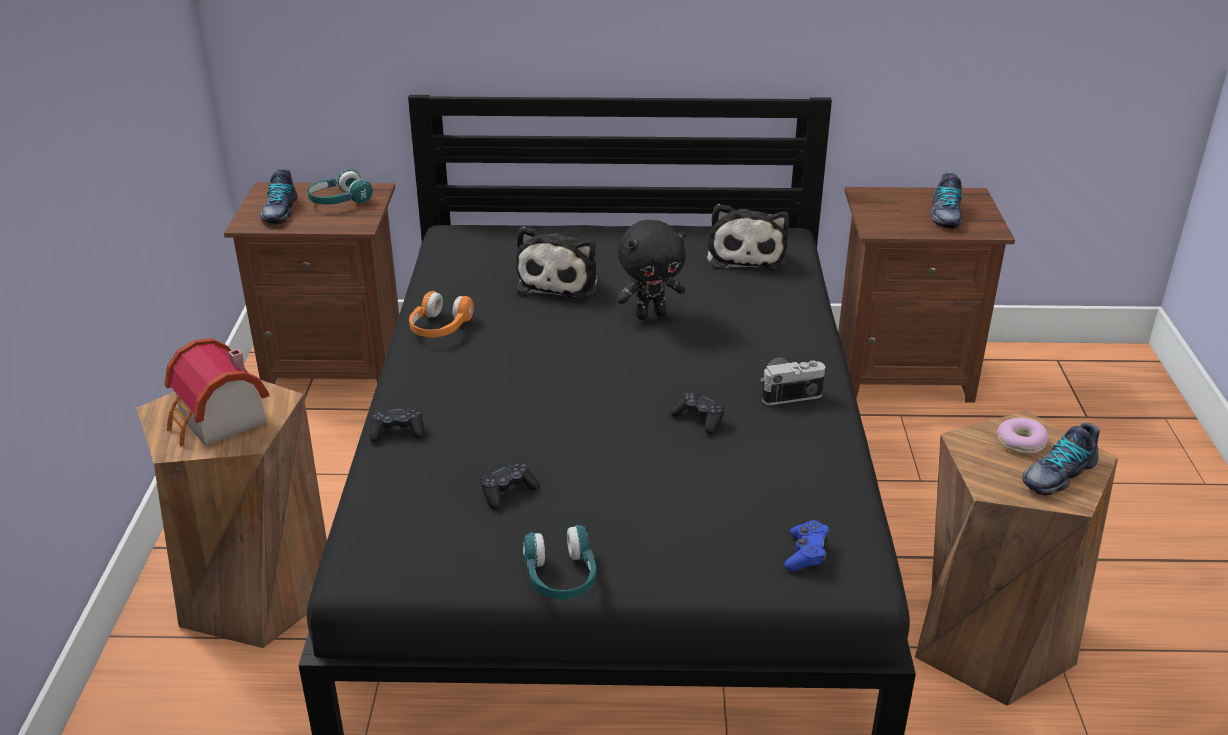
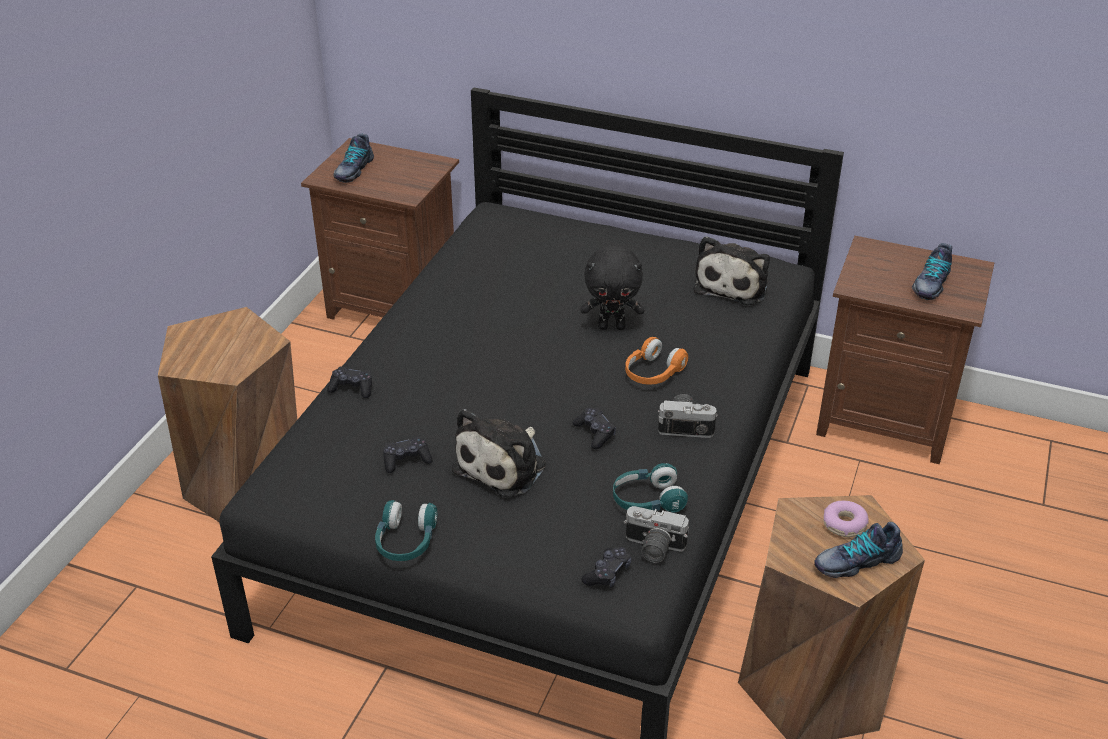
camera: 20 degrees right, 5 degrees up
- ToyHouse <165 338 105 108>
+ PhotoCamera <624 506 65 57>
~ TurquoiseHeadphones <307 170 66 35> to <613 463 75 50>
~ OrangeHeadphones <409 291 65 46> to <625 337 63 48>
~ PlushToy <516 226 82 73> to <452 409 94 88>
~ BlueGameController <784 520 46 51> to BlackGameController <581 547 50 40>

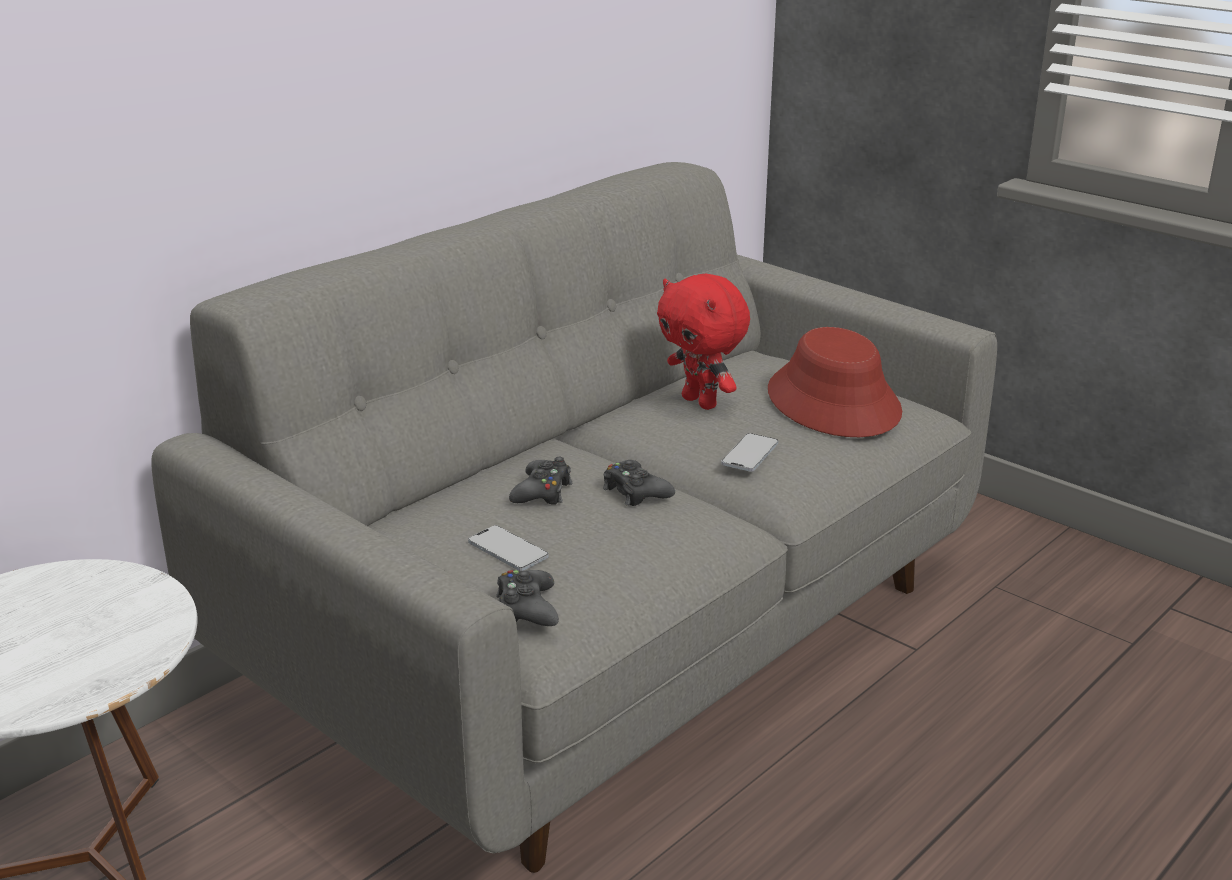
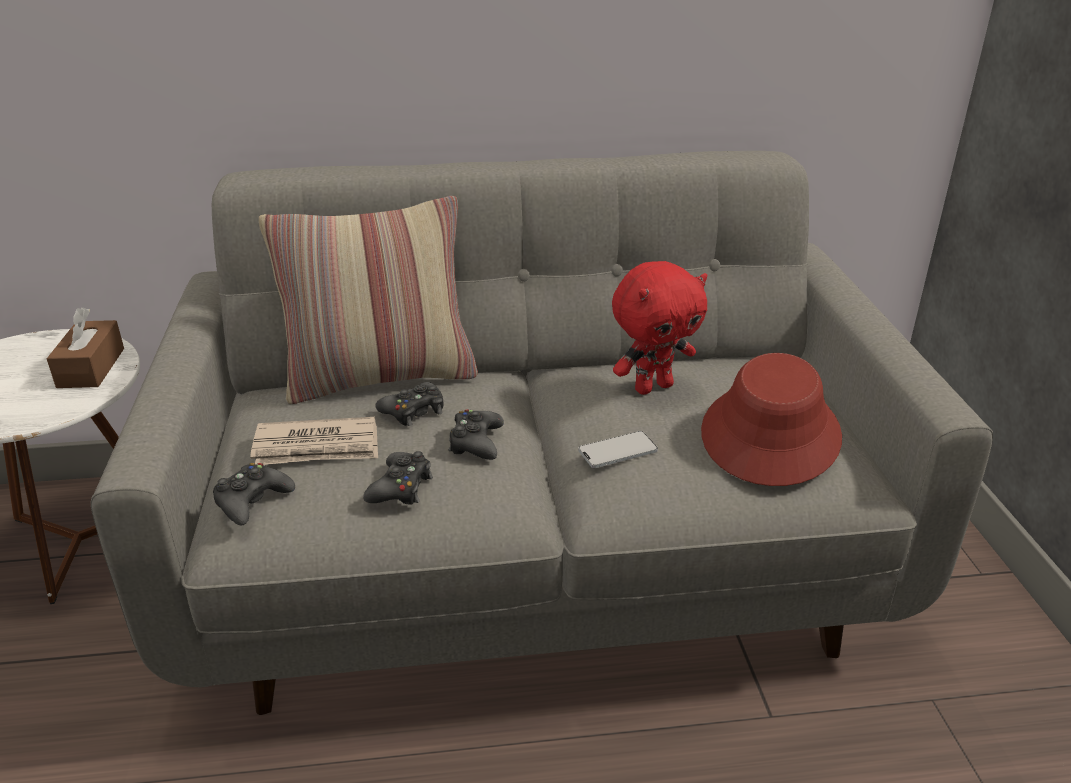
camera: 40 degrees right, 5 degrees up
+ BrownTissueBox <47 307 77 81>
+ Pillow <259 196 219 208>
+ BlackGameController <363 451 70 54>
~ Phone <468 525 81 46> to Newspaper <250 417 128 48>
~ RedPlushToy <657 274 93 136> = <612 261 95 134> 120 degrees counterclockwise

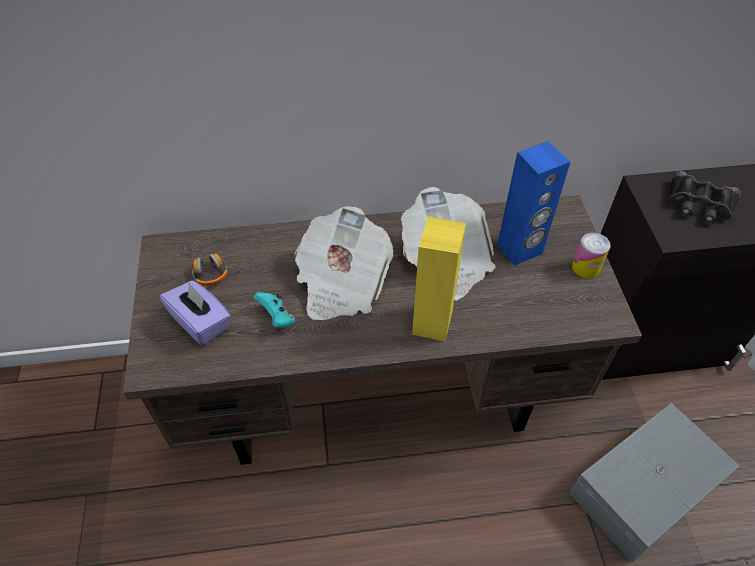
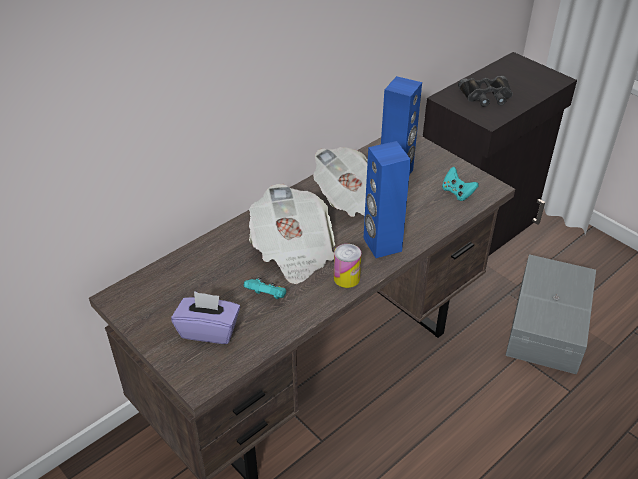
camera: 35 degrees left, 10 degrees down
- Headphones <179 234 49 52>
+ TurquoiseGameController <442 167 37 34>
~ Can <572 233 39 46> to <334 244 27 44>
~ YellowSpeaker <412 216 54 126> to BlueSpeaker <363 141 48 117>

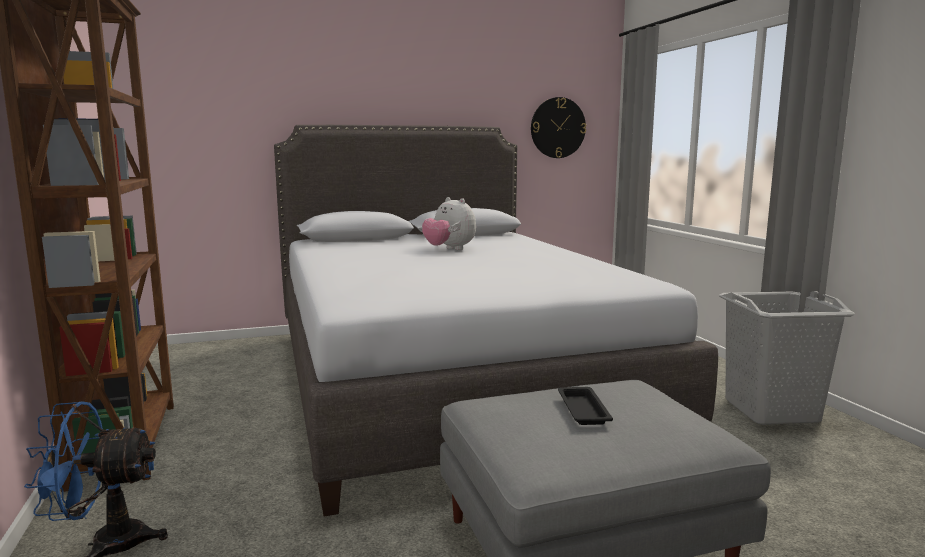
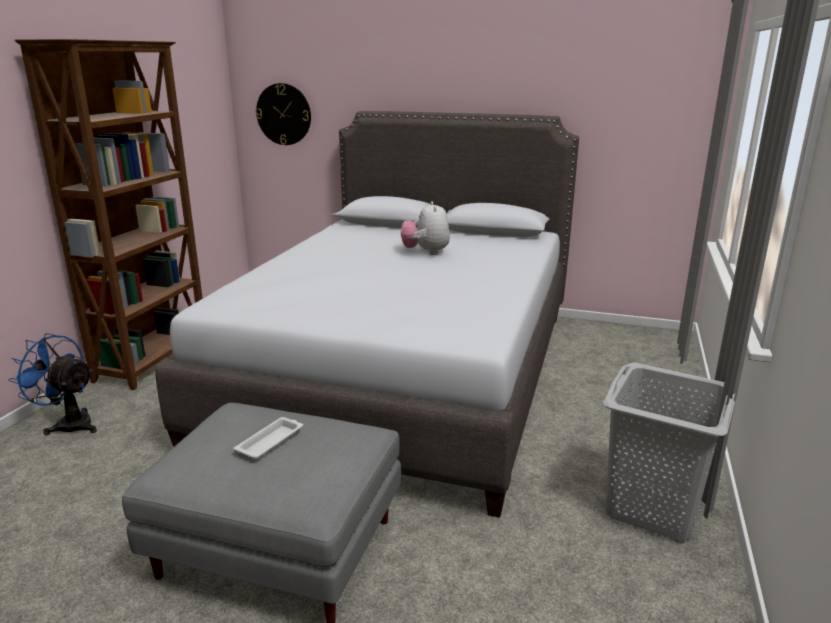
camera: 35 degrees right, 10 degrees up
~ WallClock <531 97 55 61> to <256 83 55 62>
~ BlackTray <558 387 55 38> to WhiteTray <233 417 70 42>

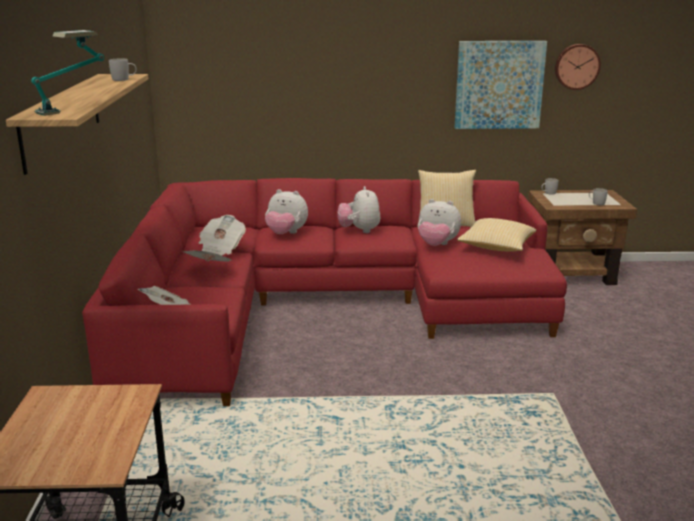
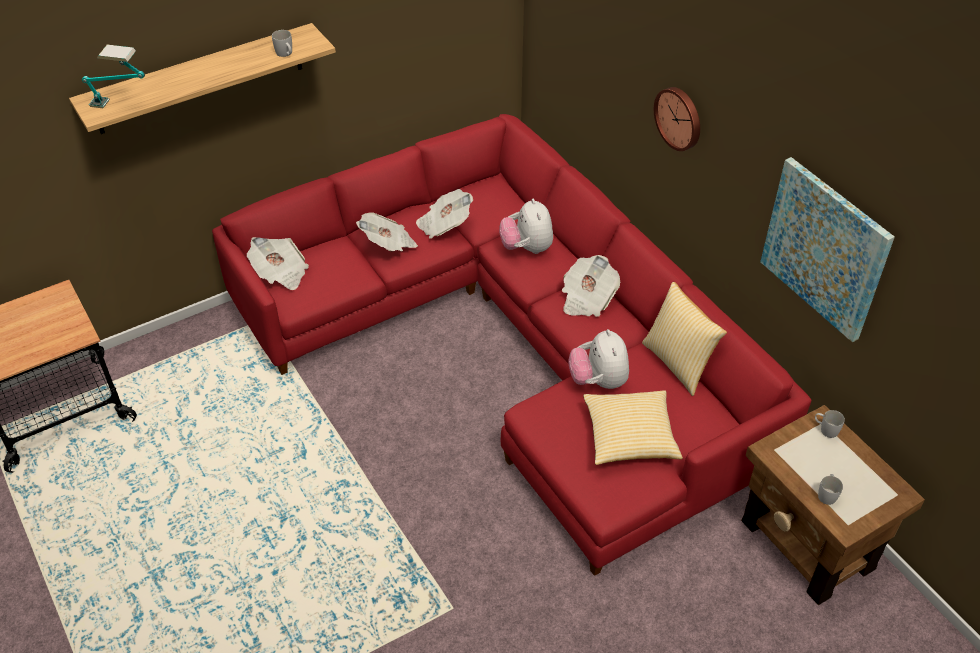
camera: 60 degrees right, 25 degrees up
~ WallClock <555 44 46 46> to <654 87 46 64>
~ PlushToy <337 186 43 47> to Newspaper <562 255 58 62>

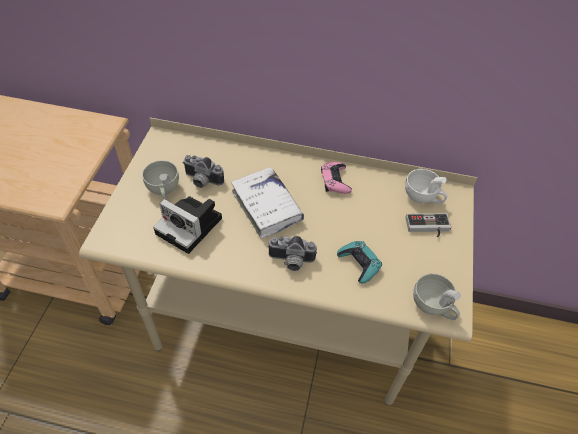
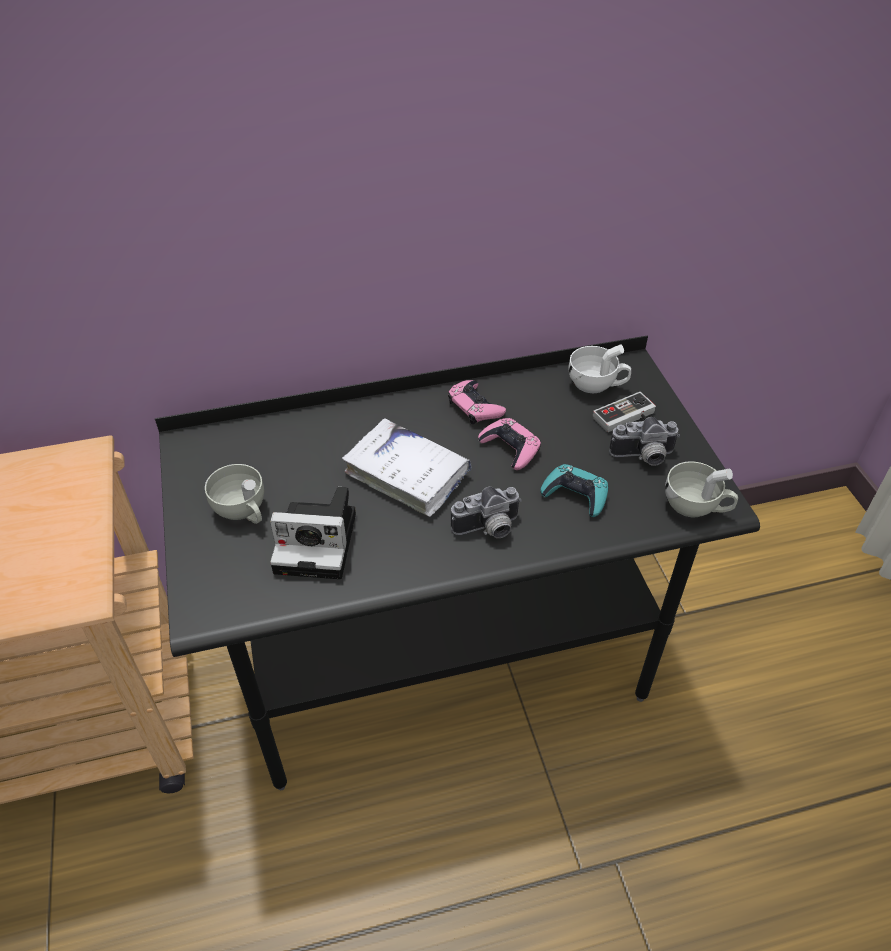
camera: 25 degrees left, 5 degrees down
+ PinkGameController <478 418 63 52>
~ PhotoCamera <183 155 41 33> to <609 417 71 49>
~ BeigeDesk <79 118 398 287> to BlackDesk <155 335 605 455>

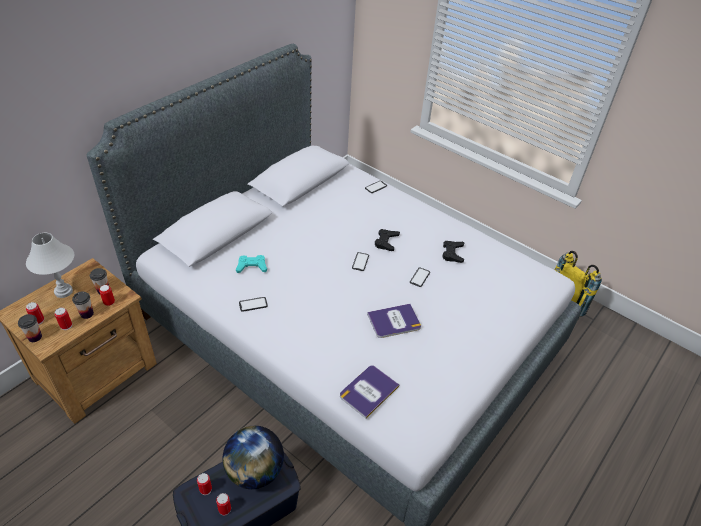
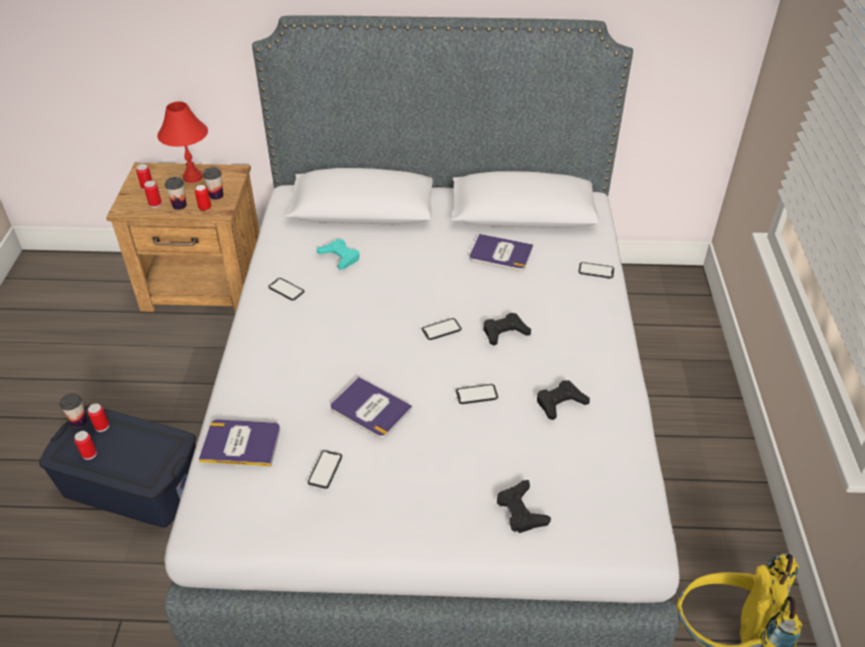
camera: 55 degrees right, 0 degrees up
- Globe <223 426 61 63>
+ Phone <308 450 34 39>
+ Book <469 234 64 37>
+ BlackGameController <497 480 54 53>
~ Cup <18 314 24 28> to <59 393 28 35>
~ WhiteTableLamp <26 233 48 65> to RedTableLamp <157 101 51 82>

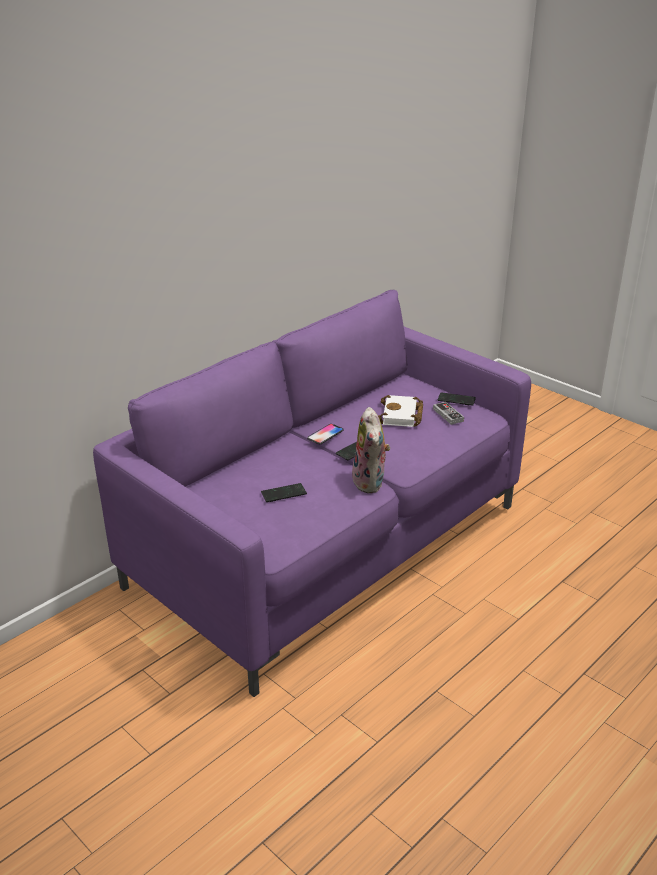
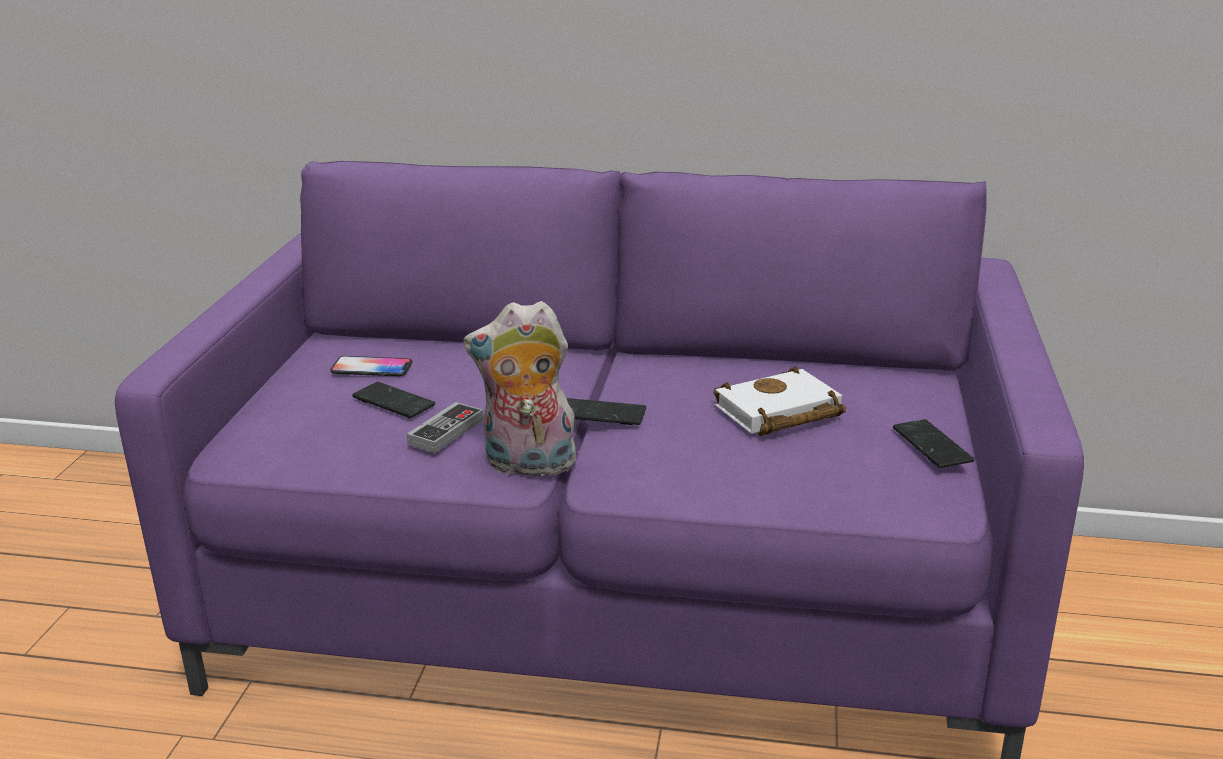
camera: 55 degrees right, 5 degrees down
~ Phone <307 424 37 20> to <330 356 82 20>
~ GameController <433 402 31 23> to <407 402 77 51>
~ PlushToy <352 407 39 86> = <463 301 116 175> 45 degrees clockwise

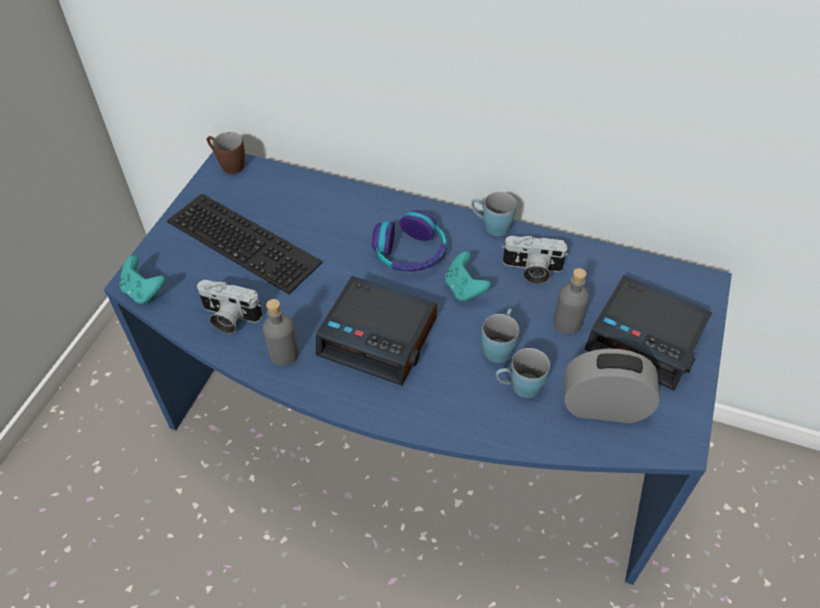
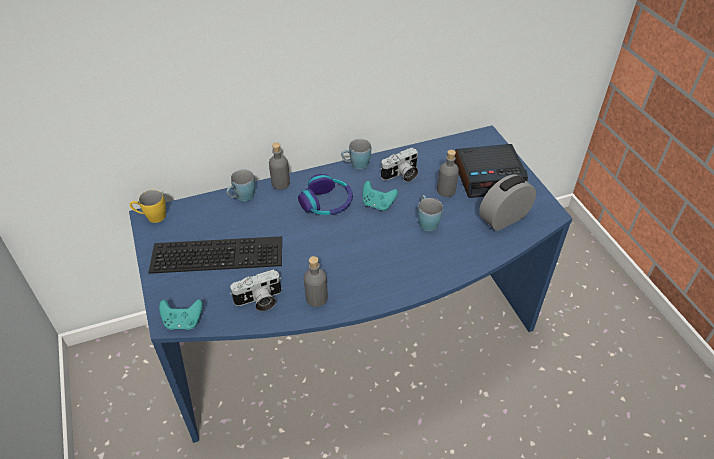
camera: 40 degrees left, 5 degrees down
- AlarmClock <316 276 121 110>
+ GreyBottle <269 142 21 48>
~ BlueMug <496 348 54 50> to <227 169 28 32>
~ BrownMug <207 132 38 42> to YellowMug <130 190 36 33>

